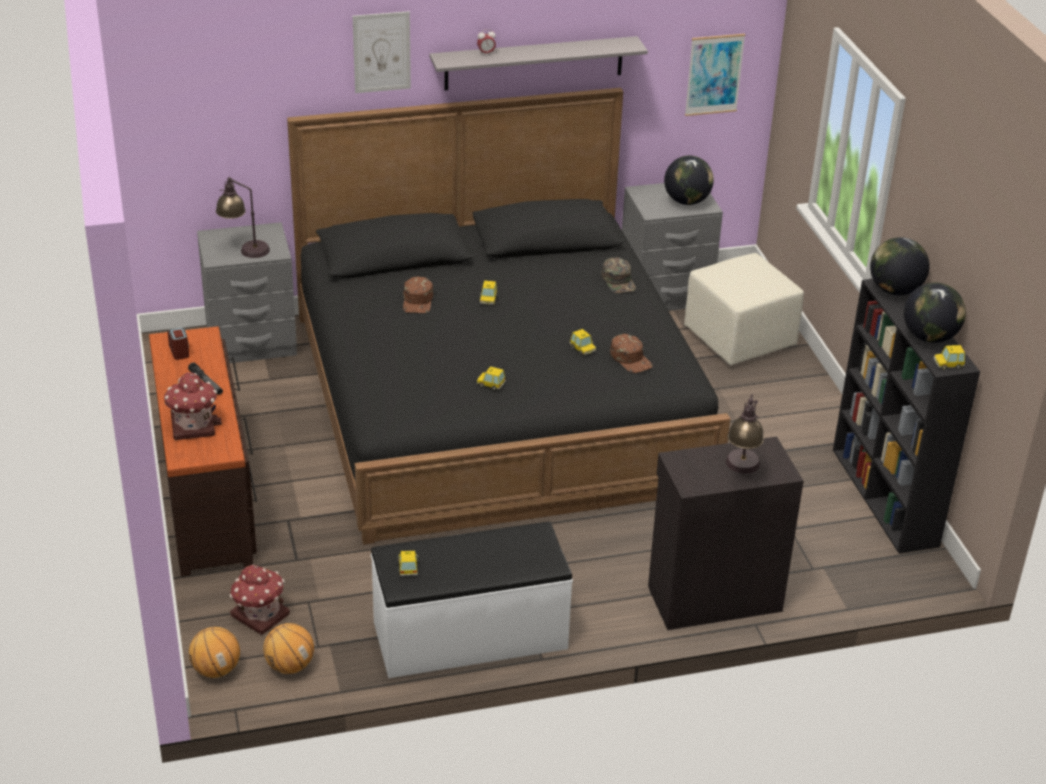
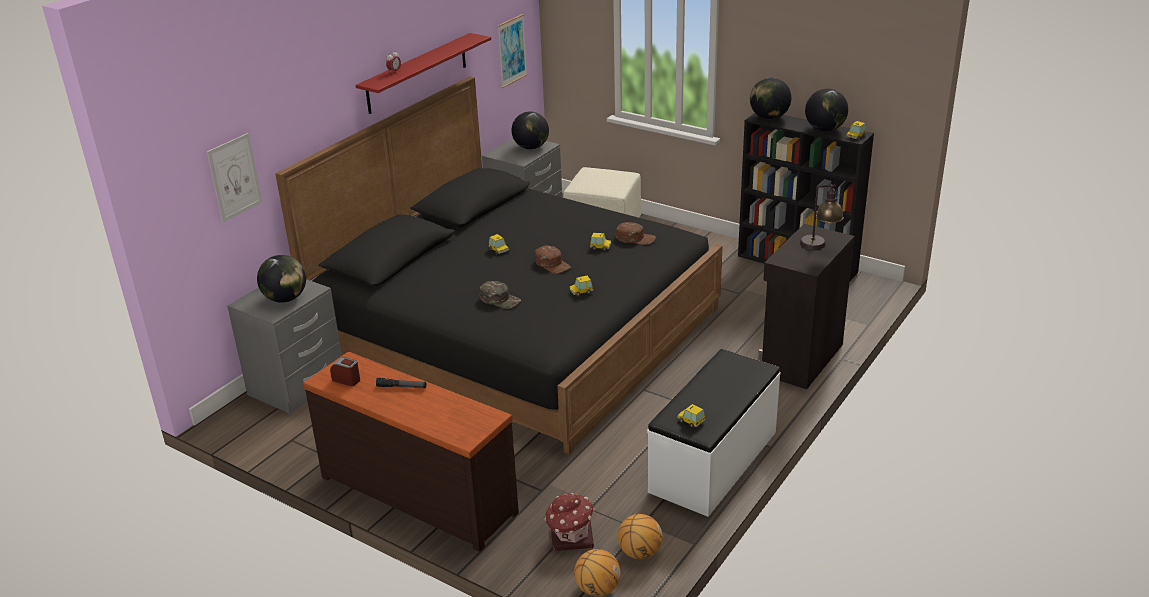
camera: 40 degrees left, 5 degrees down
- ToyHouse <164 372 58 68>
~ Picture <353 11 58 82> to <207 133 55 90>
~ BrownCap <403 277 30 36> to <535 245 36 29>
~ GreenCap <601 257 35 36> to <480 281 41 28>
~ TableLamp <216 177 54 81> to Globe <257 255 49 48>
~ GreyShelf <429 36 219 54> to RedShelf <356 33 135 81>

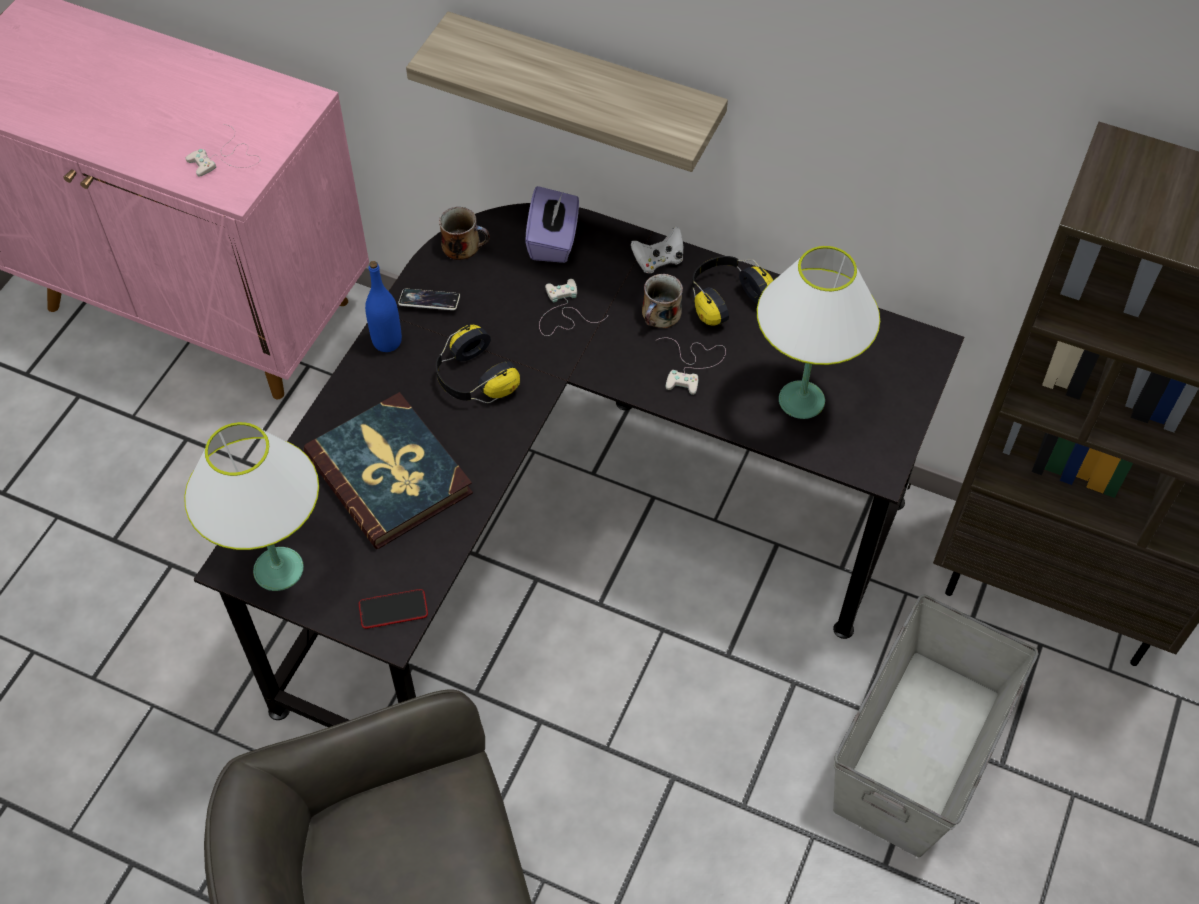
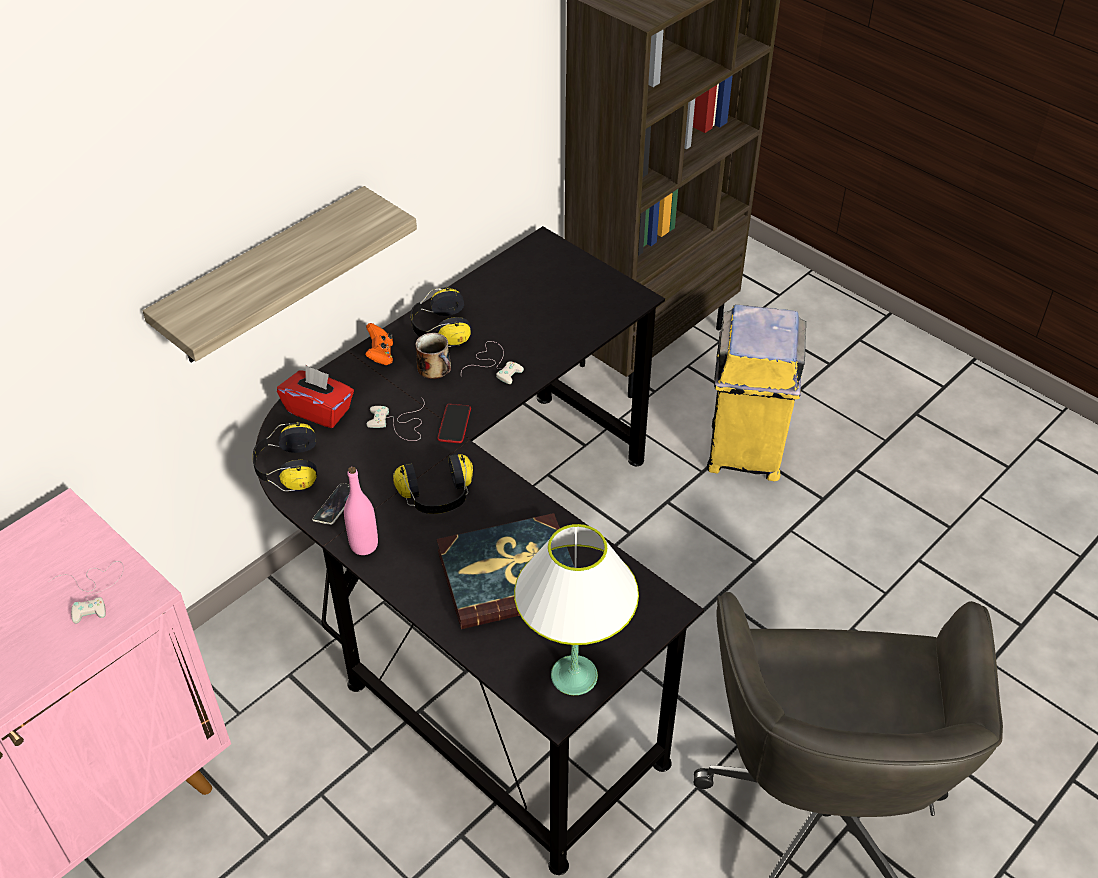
camera: 70 degrees left, 10 degrees down
- WhiteTableLamp <757 246 123 173>
~ Phone <359 589 69 40> to <437 404 34 39>
~ Mug <439 207 51 53> to Headphones <252 422 65 69>
~ GreyStorageBox <833 595 205 262> to YellowTrashCan <707 305 99 176>
~ BlueBottle <365 261 37 91> to PinkBottle <344 467 34 88>
~ PurpleTissueBox <525 186 54 77> to RedTissueBox <277 365 77 63>
~ WhiteGameController <631 226 52 47> to OrangeGameController <365 323 28 42>

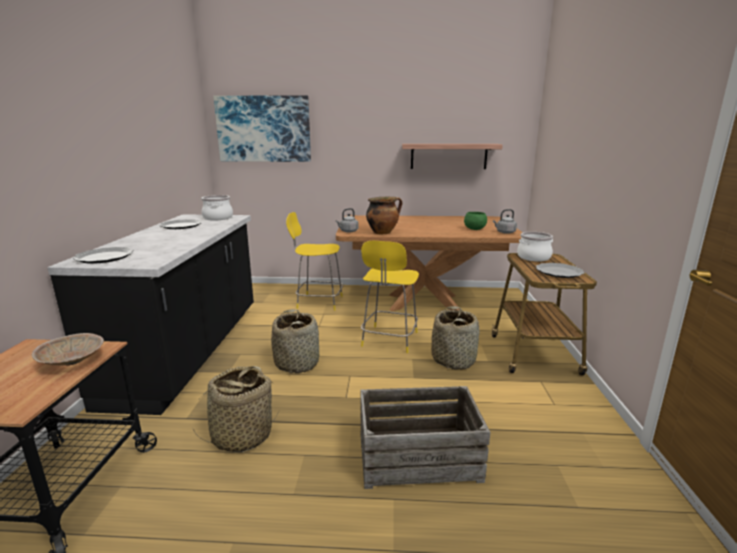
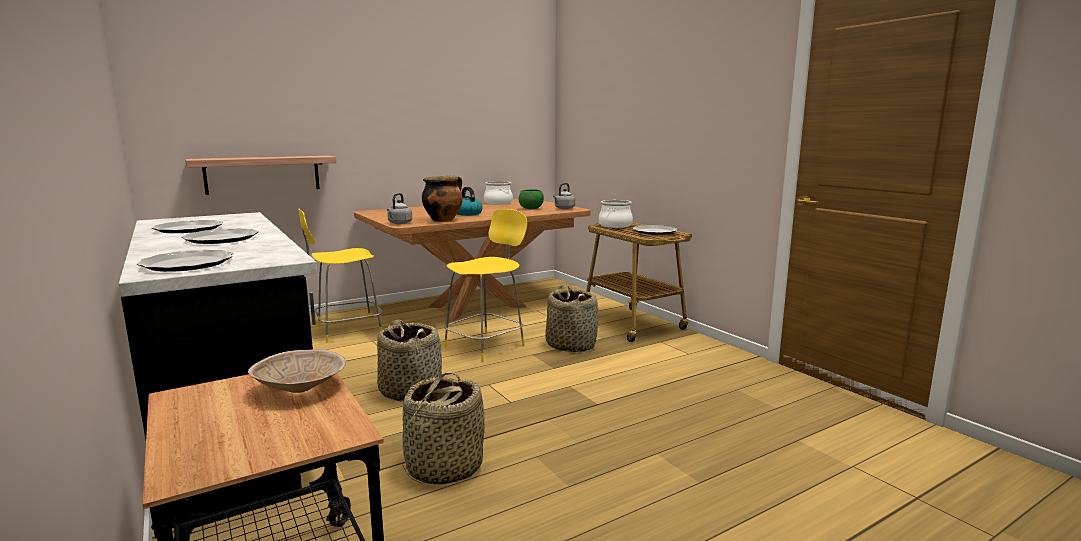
camera: 35 degrees left, 5 degrees down
- Picture <213 95 98 67>
- Crate <360 386 131 103>
+ Plate <181 228 78 16>
+ Kettle <457 187 26 29>
~ CookingPot <201 195 32 25> to <484 181 29 24>
~ Shelf <402 144 101 25> to <185 156 152 39>
~ YellowChair <361 240 58 113> = <444 209 83 153> 120 degrees counterclockwise

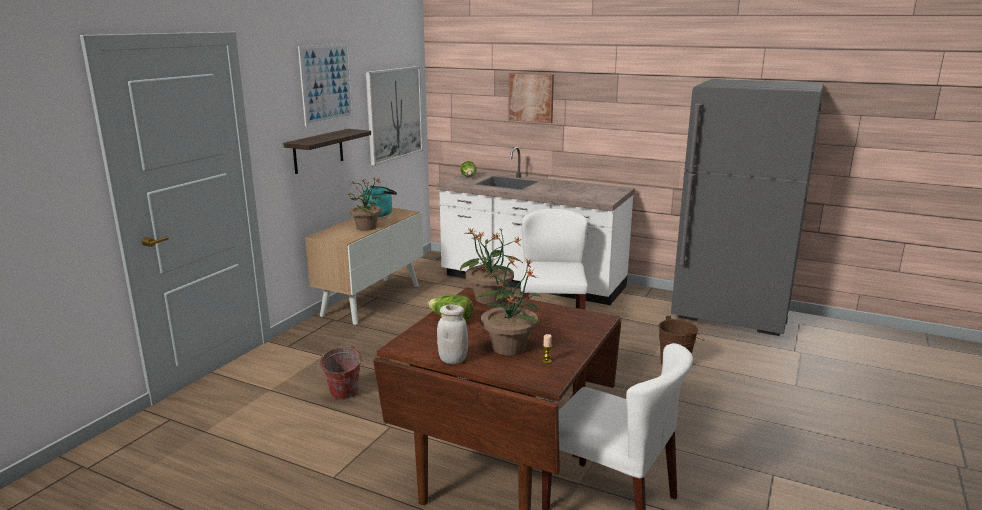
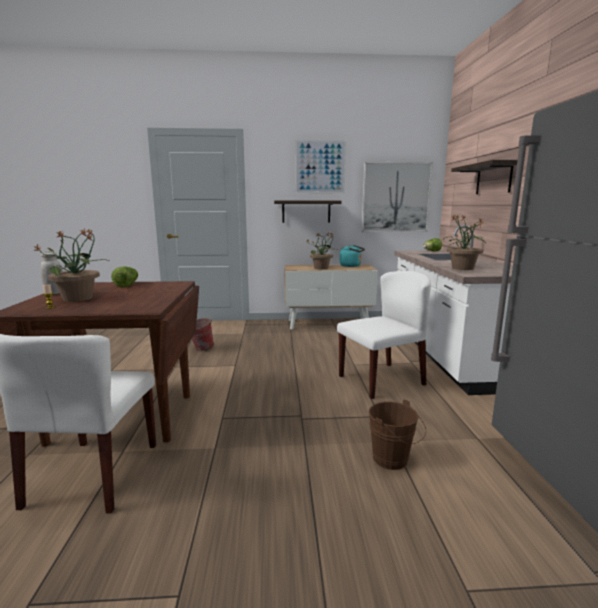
camera: 60 degrees right, 5 degrees down
~ PottedPlant <460 228 63 76> to <443 214 43 56>
~ Picture <508 73 46 50> to Shelf <451 160 66 34>

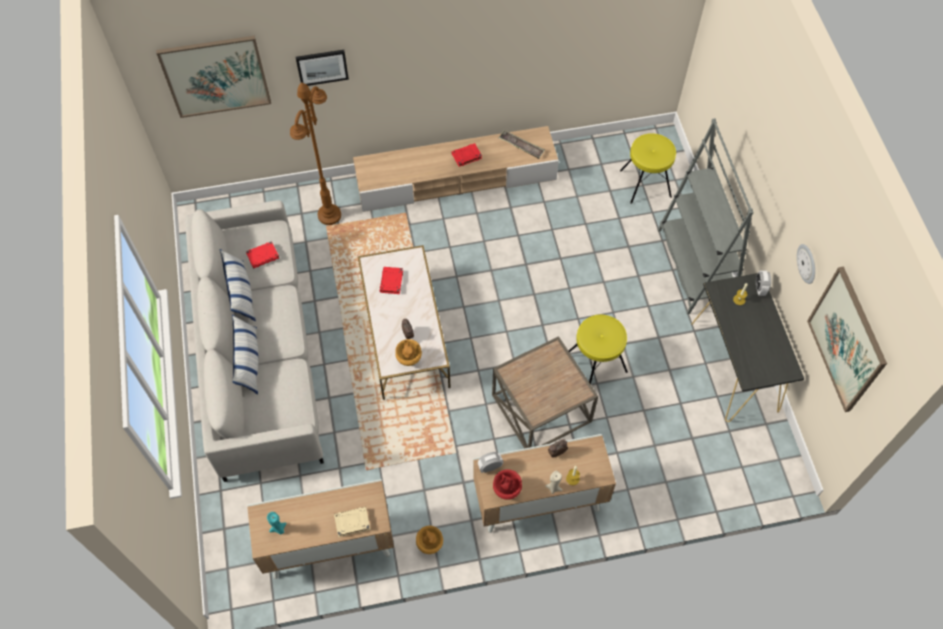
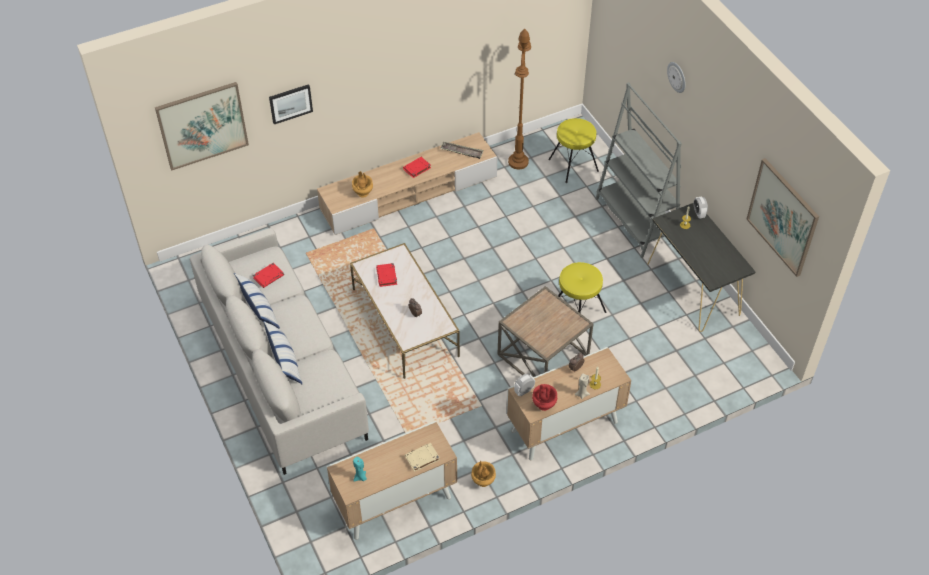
camera: 15 degrees left, 10 degrees down
~ BrownFloorLamp <290 82 51 143> to <508 28 23 141>
~ BrownVase <395 339 27 27> to <352 171 21 27>
~ WallClock <797 244 18 40> to <667 62 19 31>

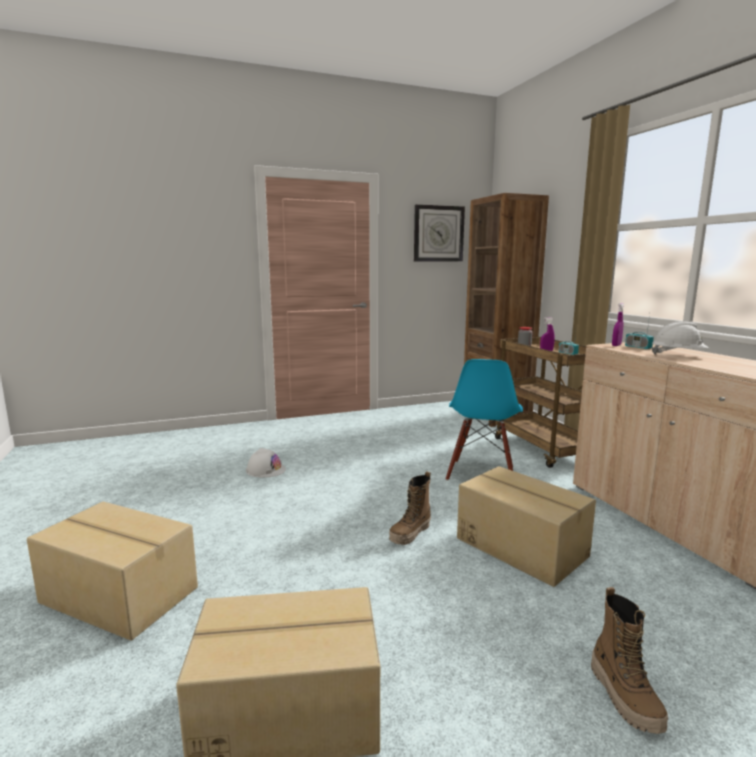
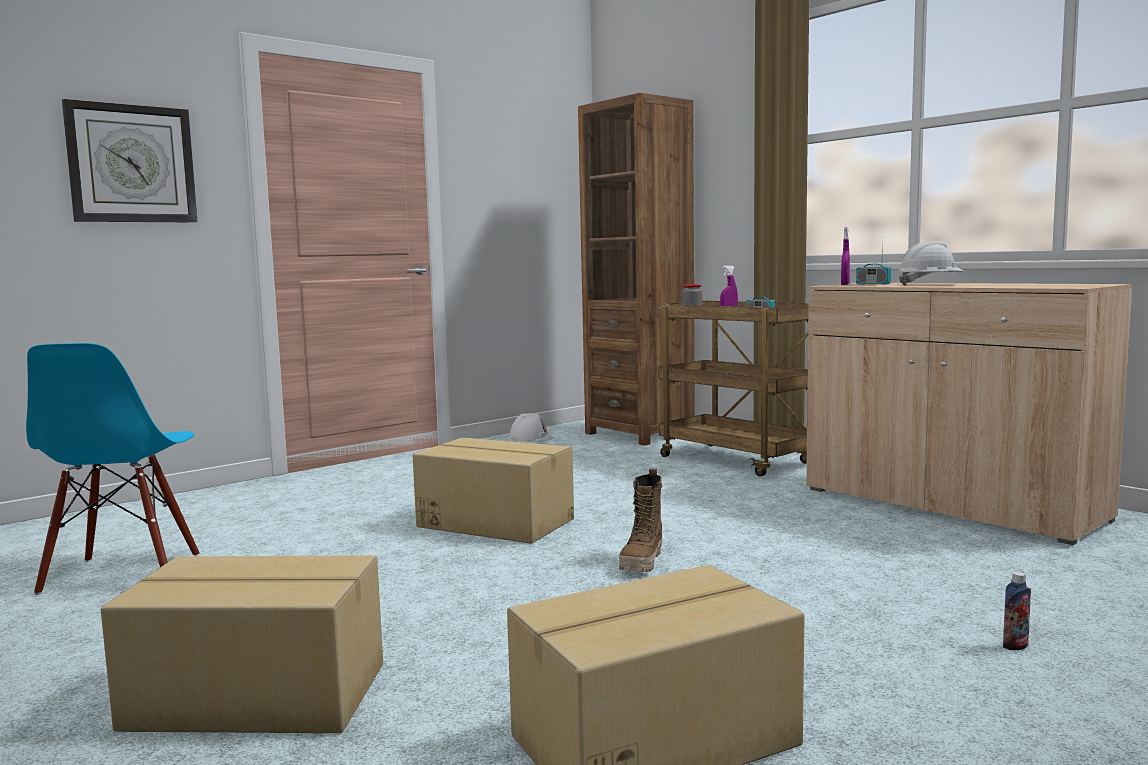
camera: 20 degrees left, 5 degrees down
~ WhiteHardHat <246 448 40 29> to <508 413 45 29>
~ WallClock <414 204 51 58> to <62 99 136 124>
~ BlueChair <446 359 77 122> to <26 343 173 252>
~ CardboardBox <457 466 139 121> to <413 437 161 107>
~ Boot <591 587 77 147> to Bottle <1003 572 28 78>

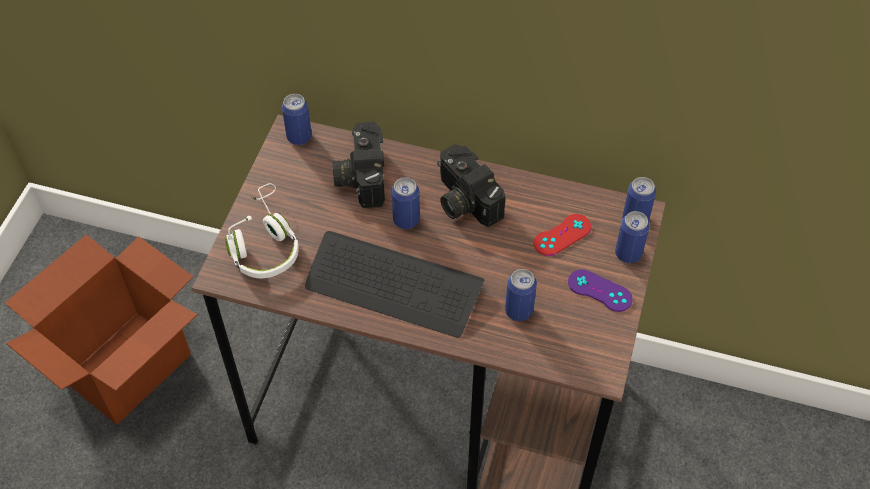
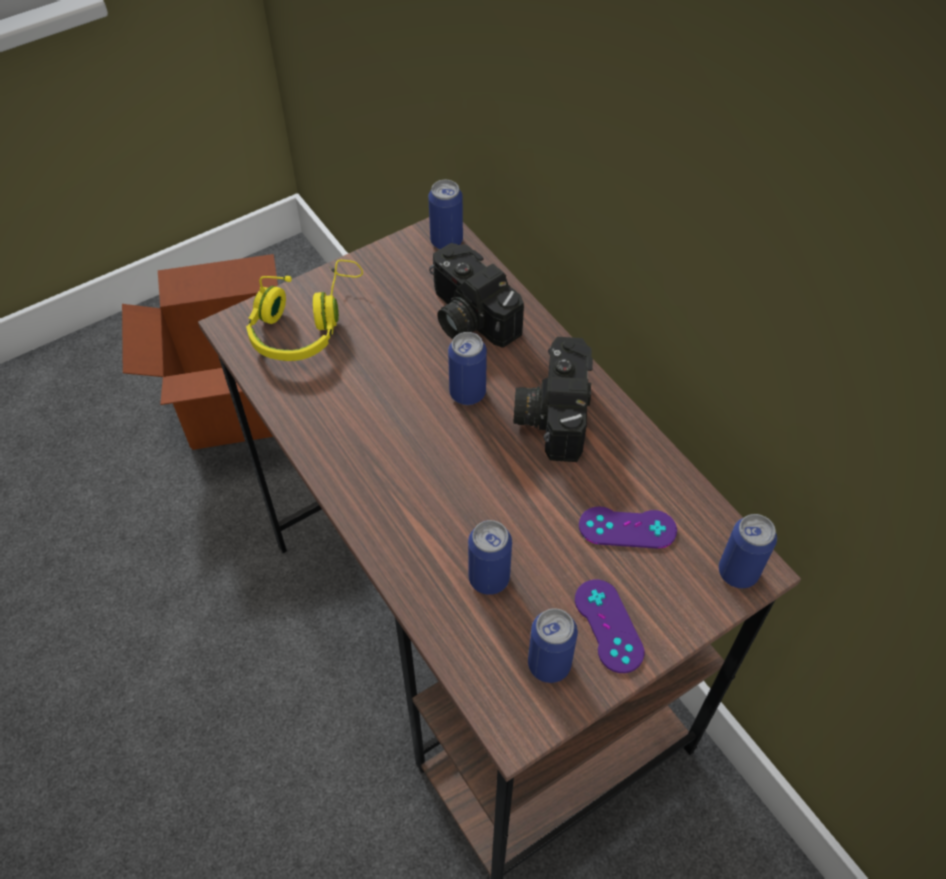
camera: 40 degrees right, 0 degrees up
- Keyboard <305 231 179 107>
~ Can <615 211 35 52> to <528 608 50 75>
~ WhiteHeadphones <225 183 74 96> to YellowHeadphones <246 260 117 101>
~ RedGameController <534 214 57 42> to PurpleGameController <579 506 98 42>
~ PhotoCamera <333 121 52 87> = <429 243 95 105> 75 degrees counterclockwise

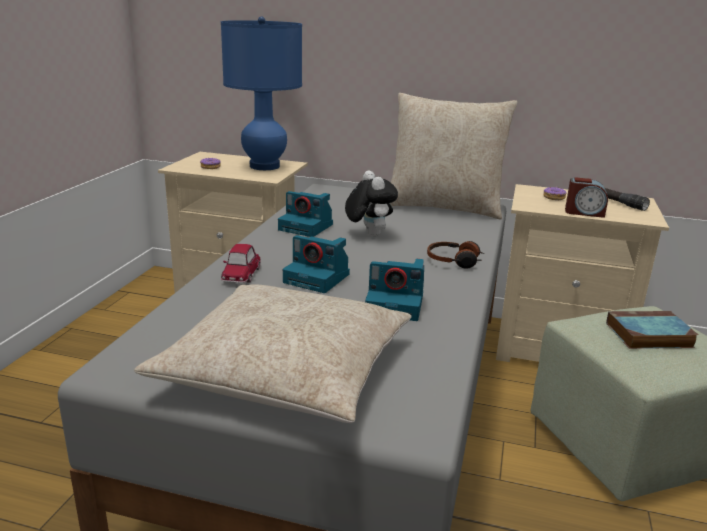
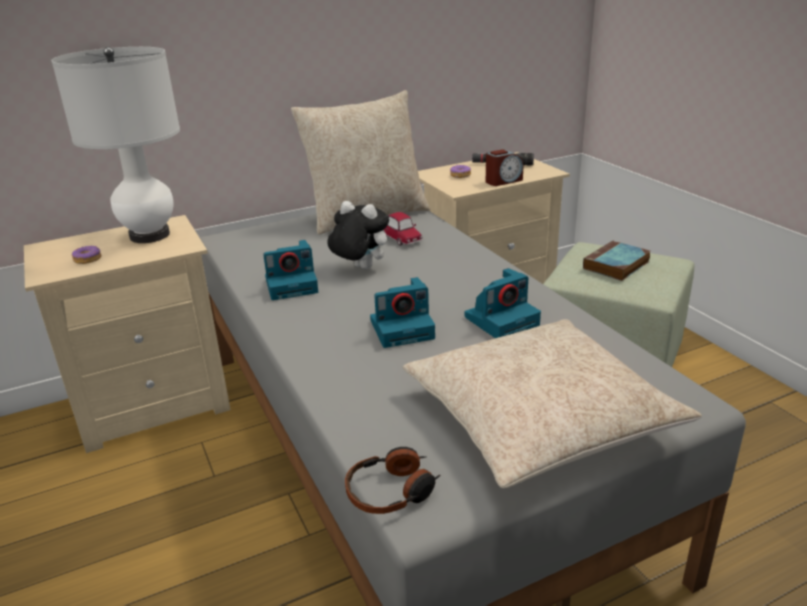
camera: 40 degrees left, 5 degrees up
~ ToyCar <221 244 40 39> to <383 212 40 34>
~ Headphones <427 241 58 28> to <345 447 95 67>
~ BlueTableLamp <221 16 81 154> to WhiteTableLamp <51 47 129 196>

